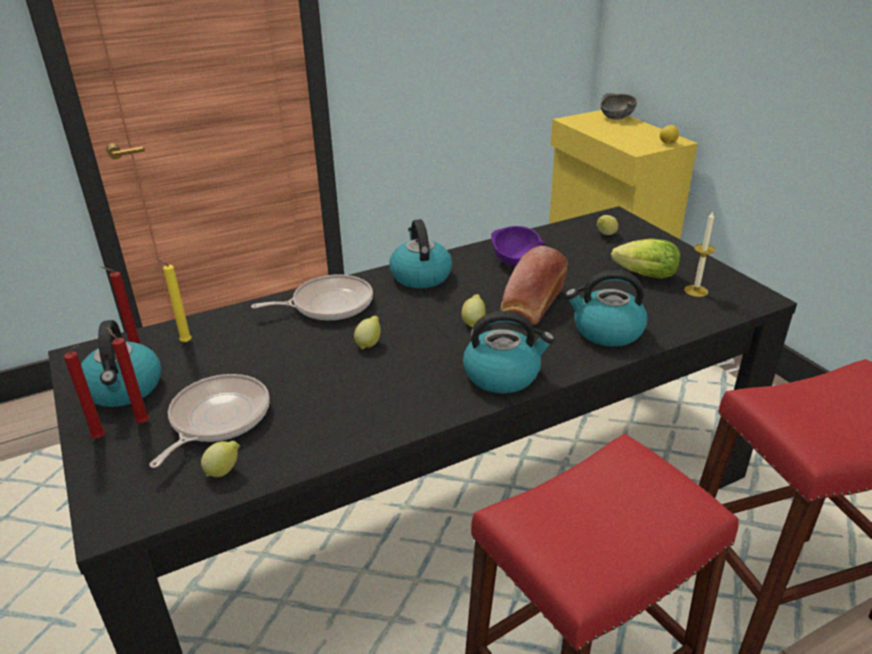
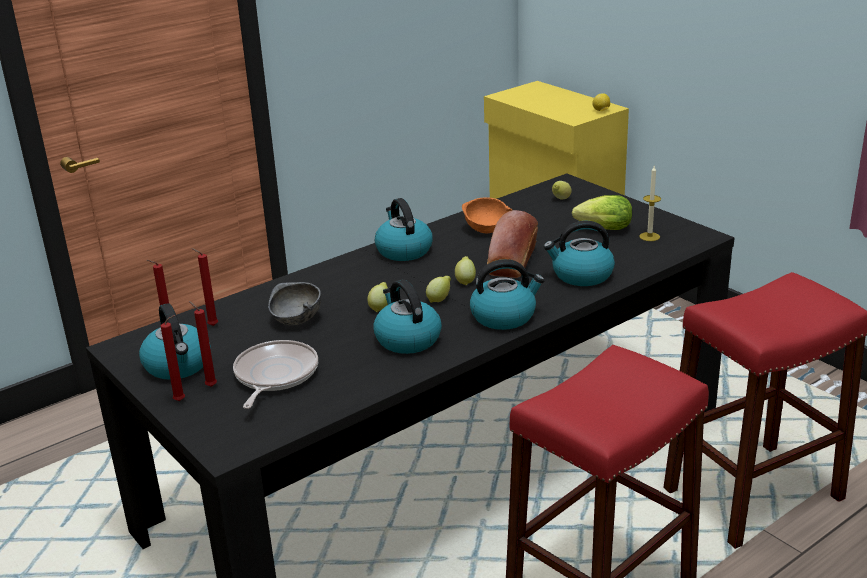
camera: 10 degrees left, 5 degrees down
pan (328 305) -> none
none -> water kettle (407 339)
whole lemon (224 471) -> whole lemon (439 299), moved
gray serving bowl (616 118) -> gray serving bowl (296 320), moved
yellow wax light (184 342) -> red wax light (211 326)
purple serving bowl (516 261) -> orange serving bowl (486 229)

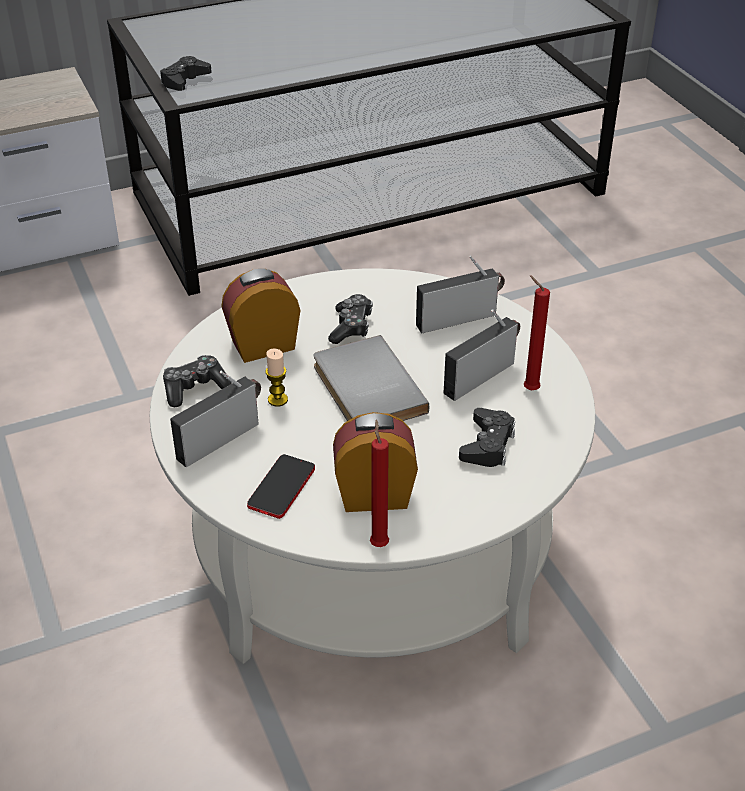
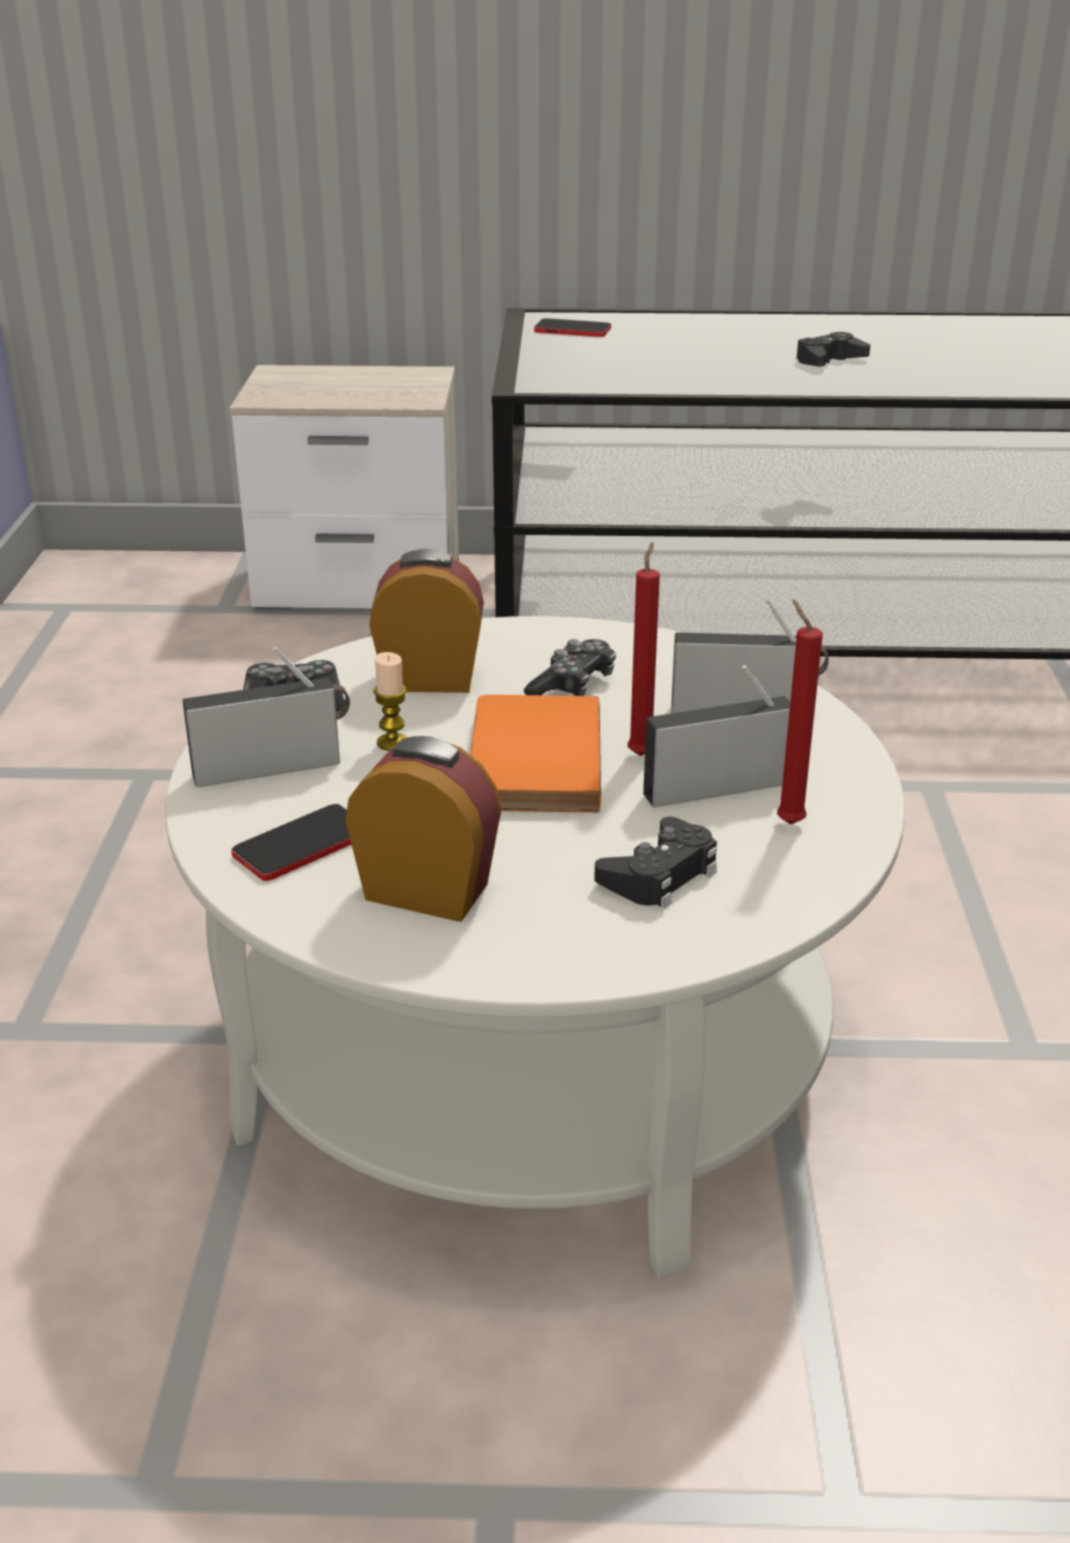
camera: 25 degrees right, 10 degrees down
none -> phone (572 330)
blackish joypad (184 80) -> blackish joypad (829 360), moved
red wax light (379 543) -> red wax light (641 753), moved
gray book (365 389) -> orange book (528 760)

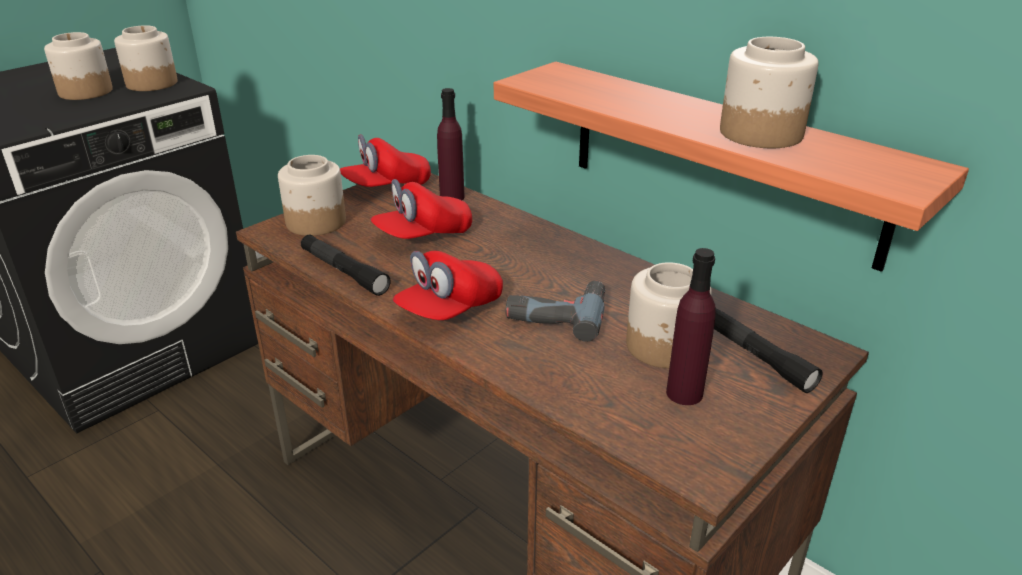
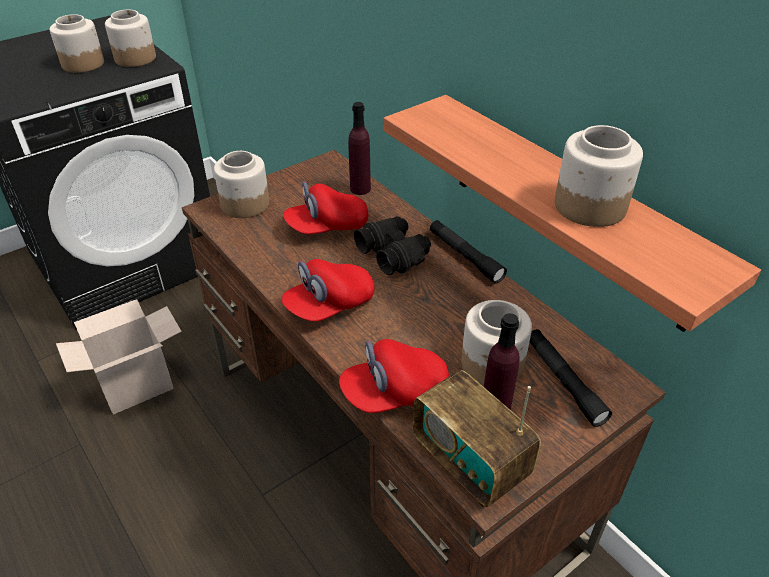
camera: 10 degrees right, 10 degrees up
power drill (557 313) -> none
none -> cardboard box (138 385)
none -> blackish binoculars (393 253)
none -> radio set (470 462)
blackish hand torch (344 272) -> blackish hand torch (465 256), moved
red baseball cap (387 186) -> red baseball cap (394 393), moved

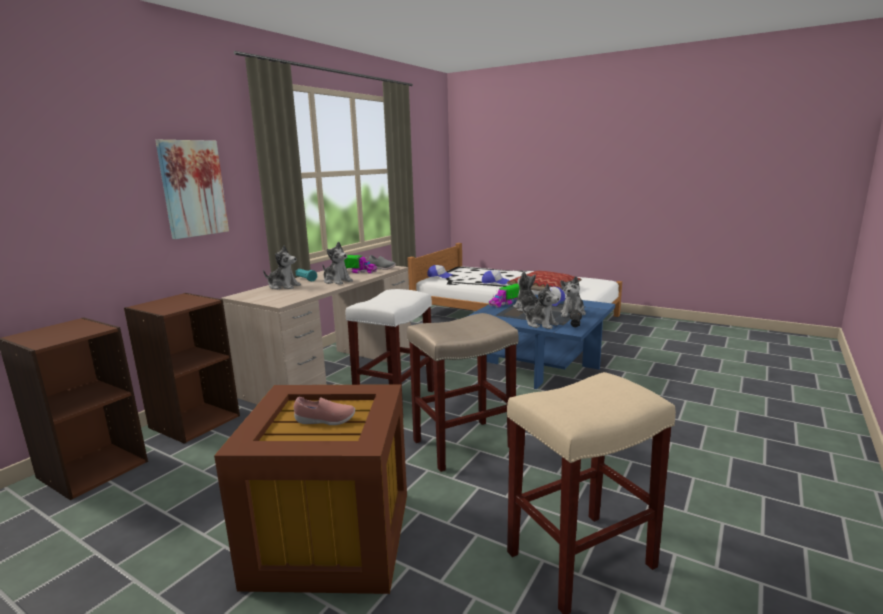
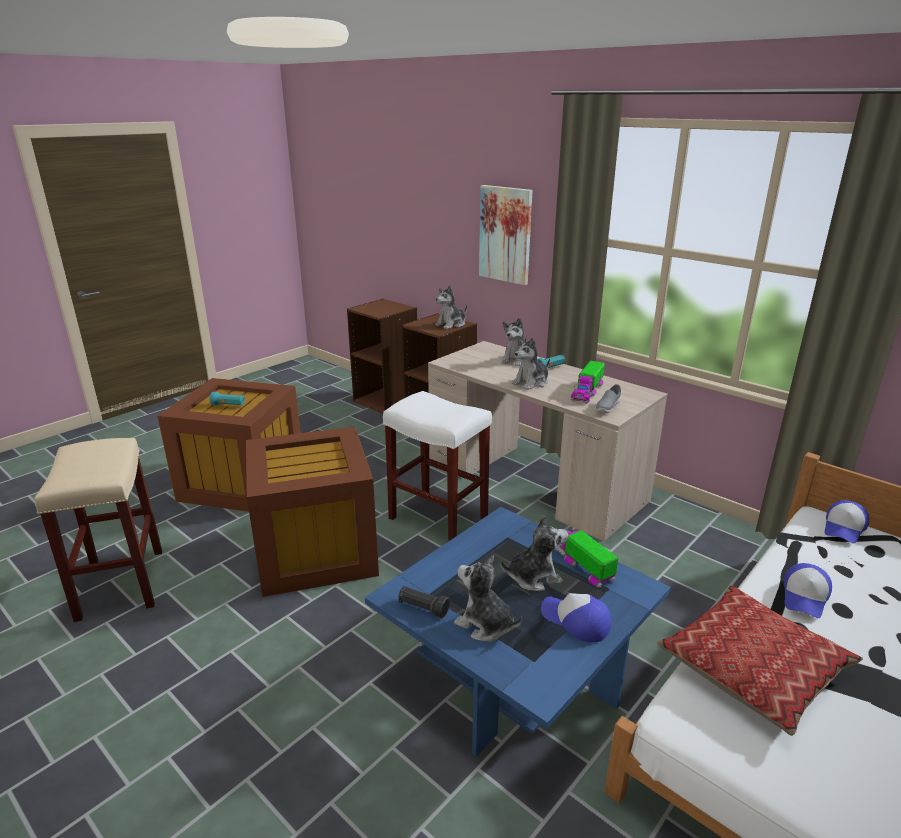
camera: 100 degrees right, 10 degrees up
cuddly toy (541 324) -> cuddly toy (451 324), moved
pink low shoe (325 421) -> turquoise-coloured hand torch (228 405)
sand-coloured stool (464 444) -> brown-coloured storage bin (318 552)

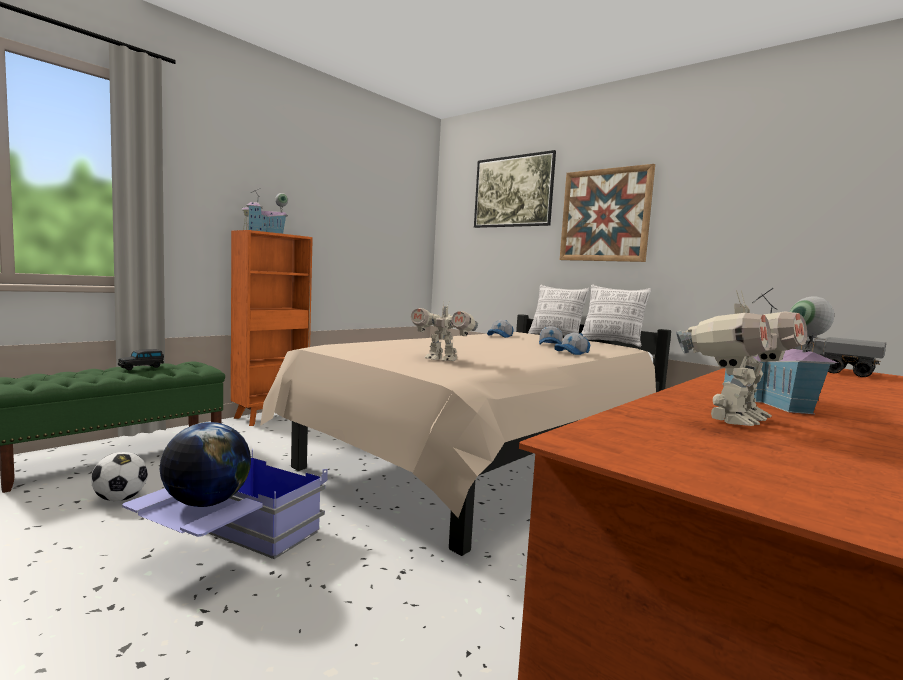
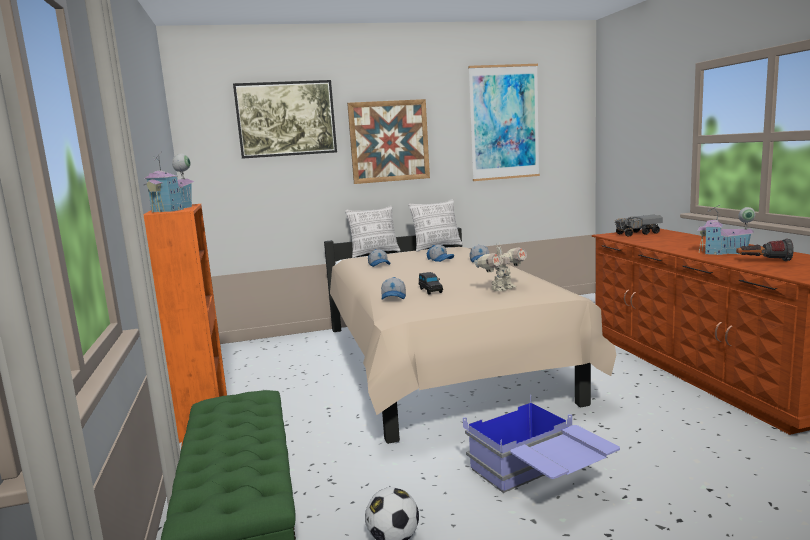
camera: 55 degrees left, 5 degrees up
world globe (206 503) -> none
none -> baseball cap (394 297)
none -> wall art (504 122)
blackish miniature car (142 367) -> blackish miniature car (430 290), moved
robot figure (734 419) -> hand torch (763 261)

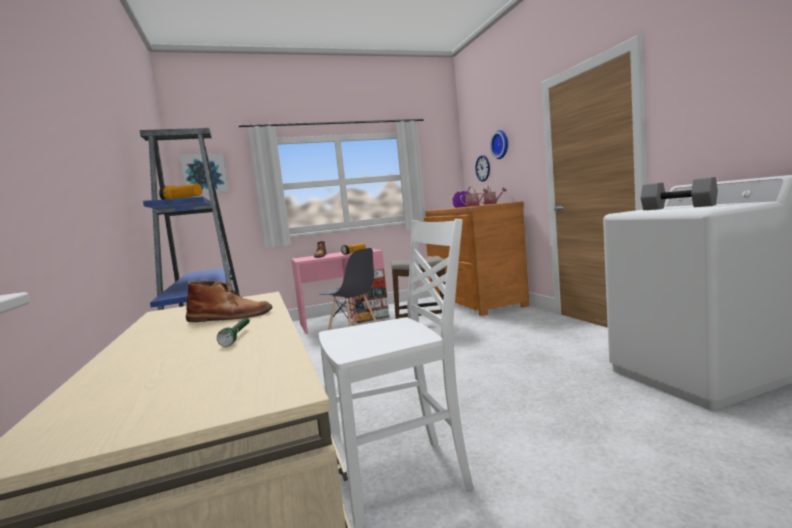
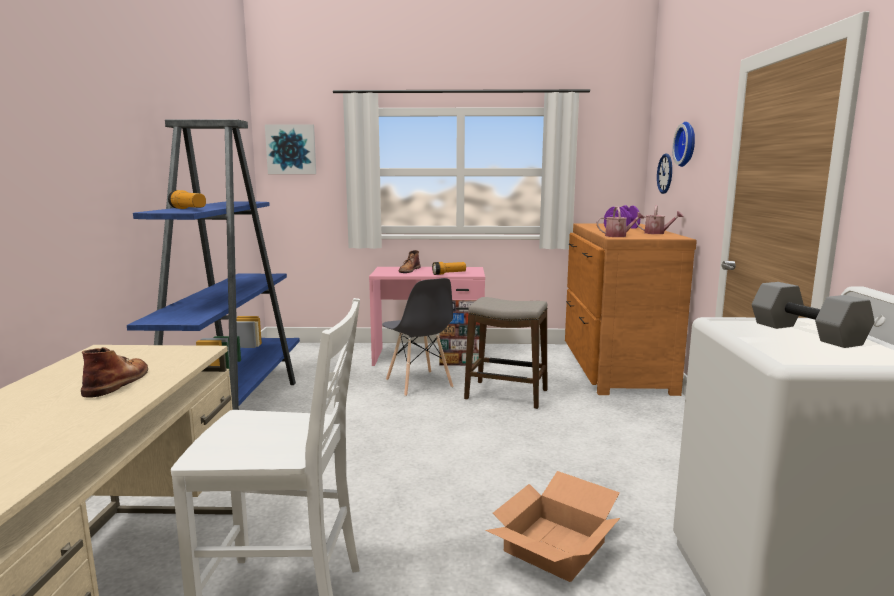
camera: 20 degrees right, 5 degrees up
green-coloured hand torch (238 336) -> none
none -> cardboard box (555 548)
brown-coloured boot (230 317) -> brown-coloured boot (118 382), 105 degrees counterclockwise

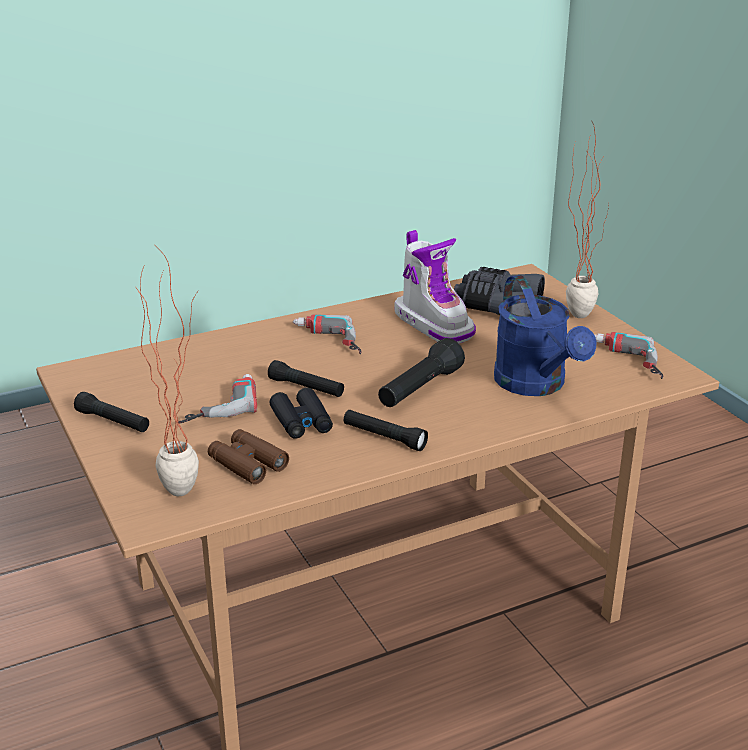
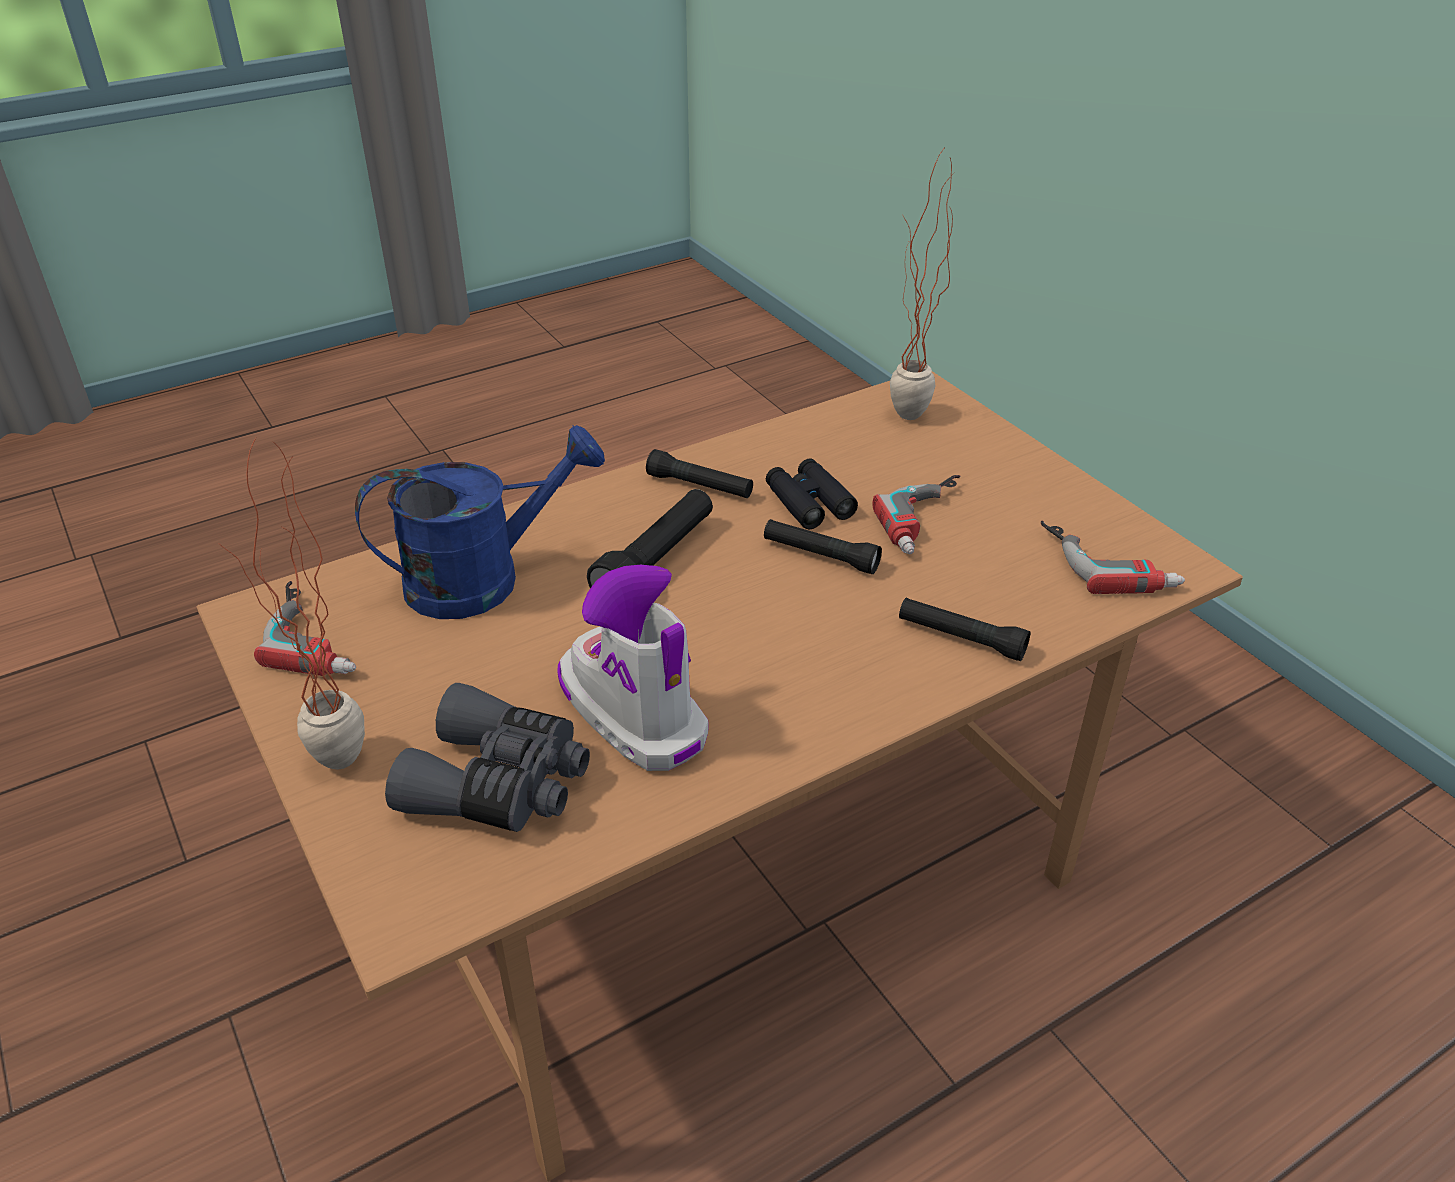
camera: 175 degrees right, 10 degrees up
brown-coloured binoculars (247 464) -> none
blackish hand torch (113 422) -> blackish hand torch (961 638), moved
power drill (326 342) -> power drill (1109 562), moved
blue sprinkling can (536 385) -> blue sprinkling can (483 578), 90 degrees clockwise

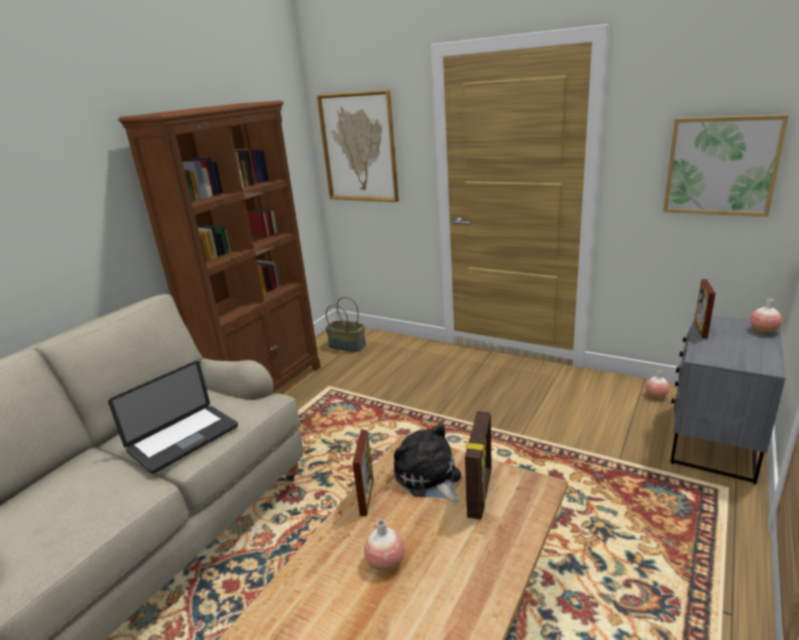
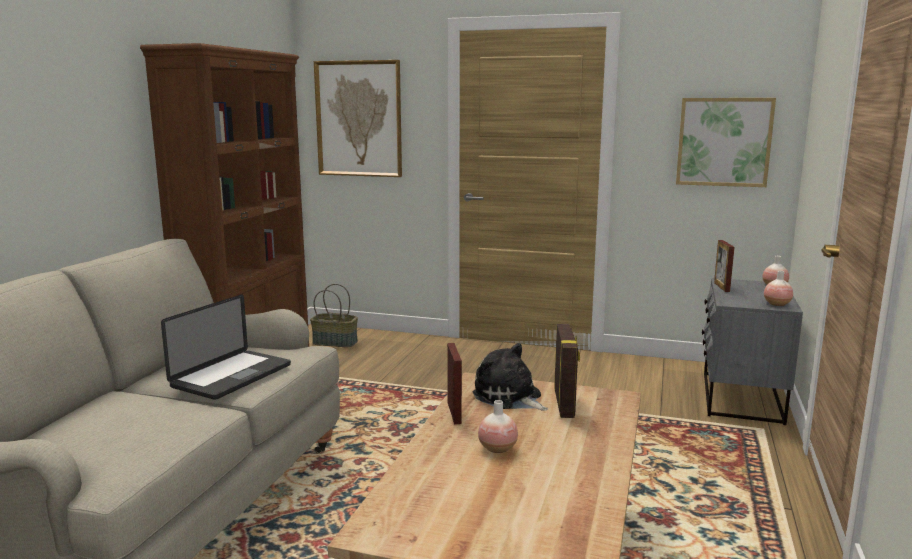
camera: 15 degrees left, 10 degrees down
flower vase (656 395) -> flower vase (777 304), moved

